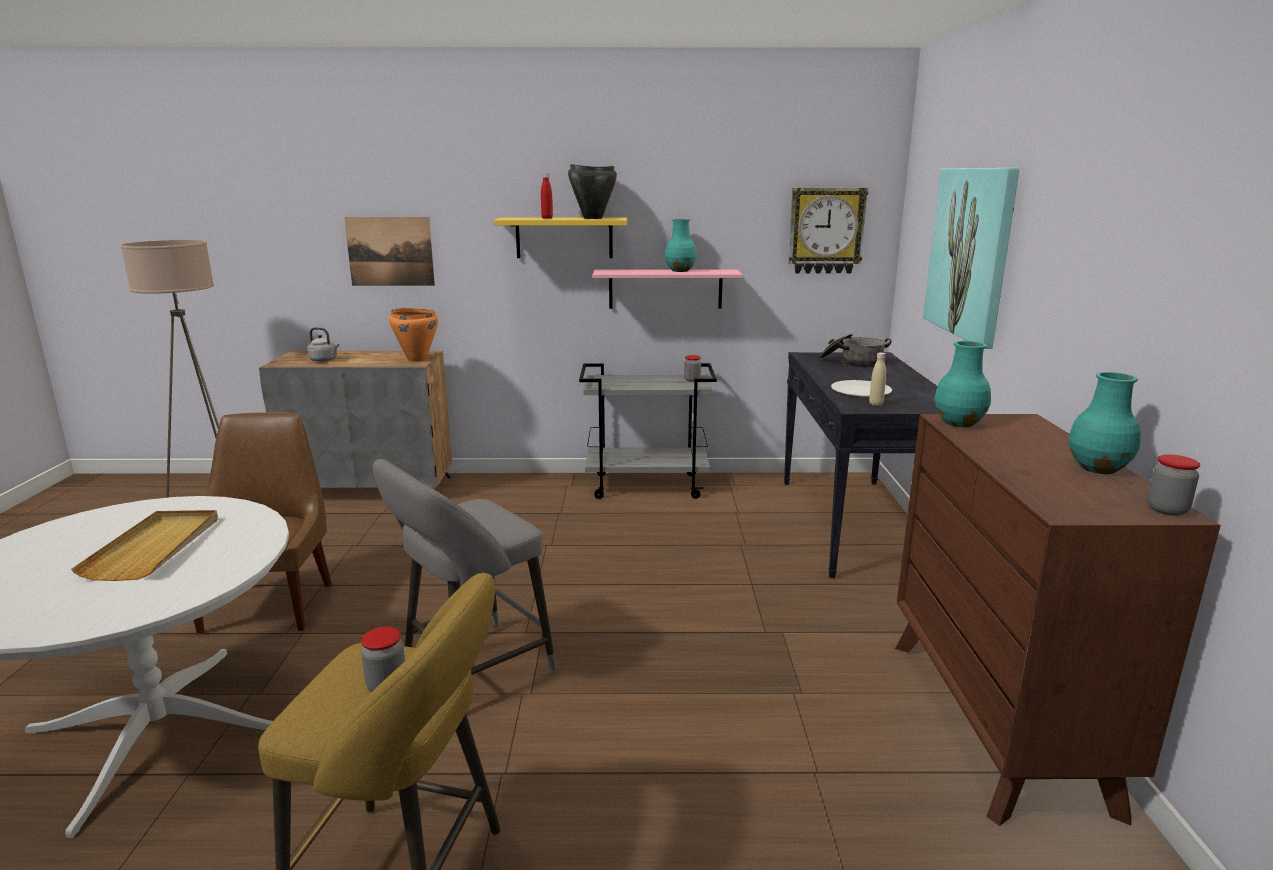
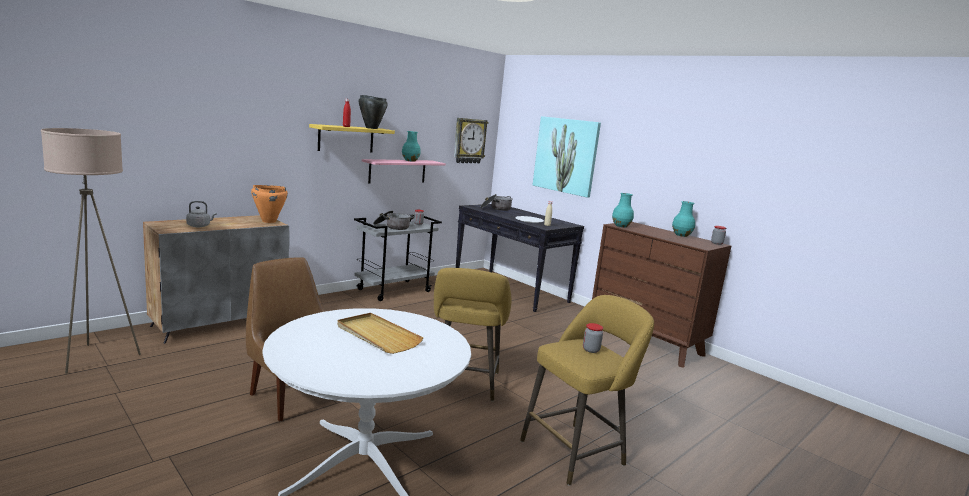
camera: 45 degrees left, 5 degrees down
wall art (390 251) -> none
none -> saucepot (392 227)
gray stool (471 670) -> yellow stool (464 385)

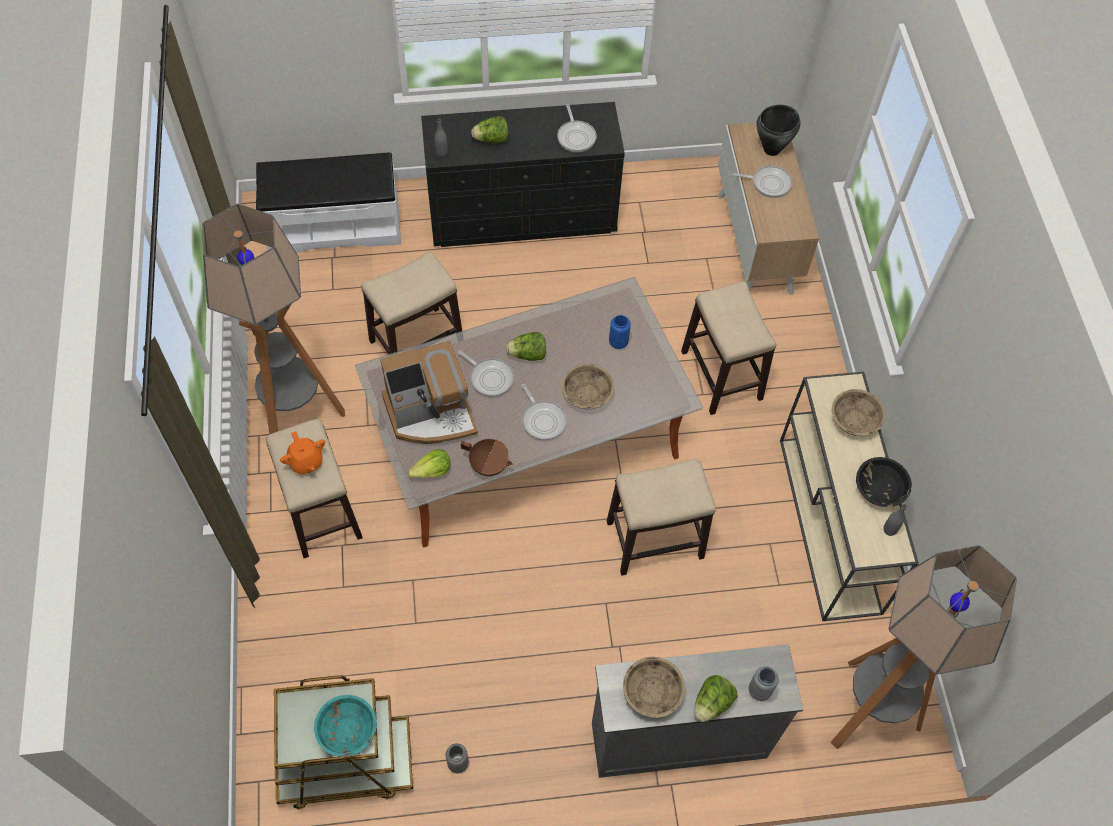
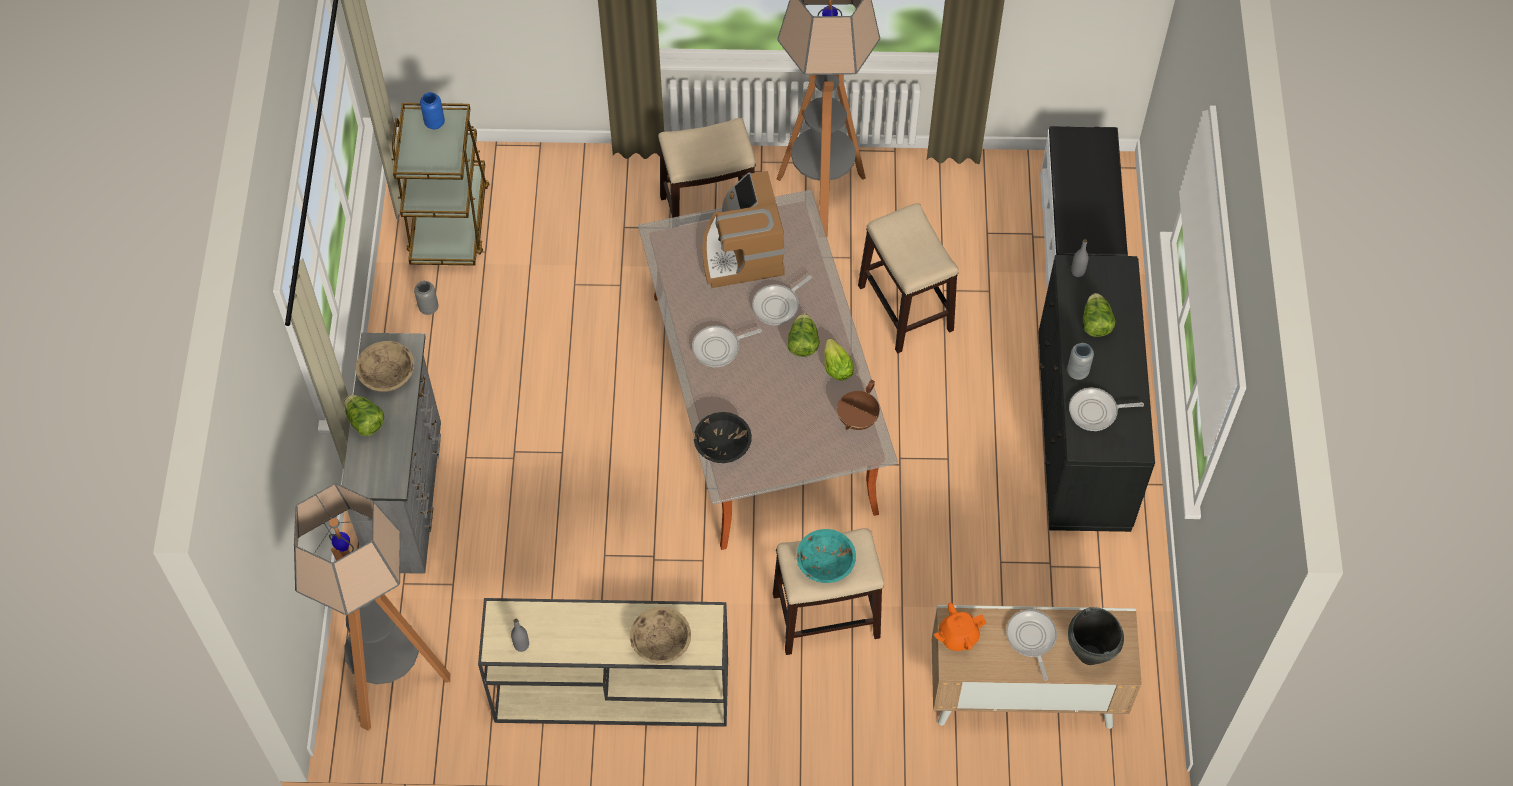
camera: 100 degrees right, 0 degrees up
sand-coloured serving bowl (587 394) -> none
stool (654 540) -> none
orange pot for tea (306 462) -> orange pot for tea (957 636), moved
turquoise-coloured serving bowl (347 731) -> turquoise-coloured serving bowl (825 563), moved
lettuce (432 471) -> lettuce (836 367), moved
brown-coloured saucepot (489 464) -> brown-coloured saucepot (858 419), moved
blue flower vase (618 342) -> blue flower vase (434 123), moved
gray flower vase (759 691) -> gray flower vase (1077 372), moved
blackish serving bowl (879 489) -> blackish serving bowl (722 446), moved
pan (768 183) -> pan (1031 639), 150 degrees clockwise

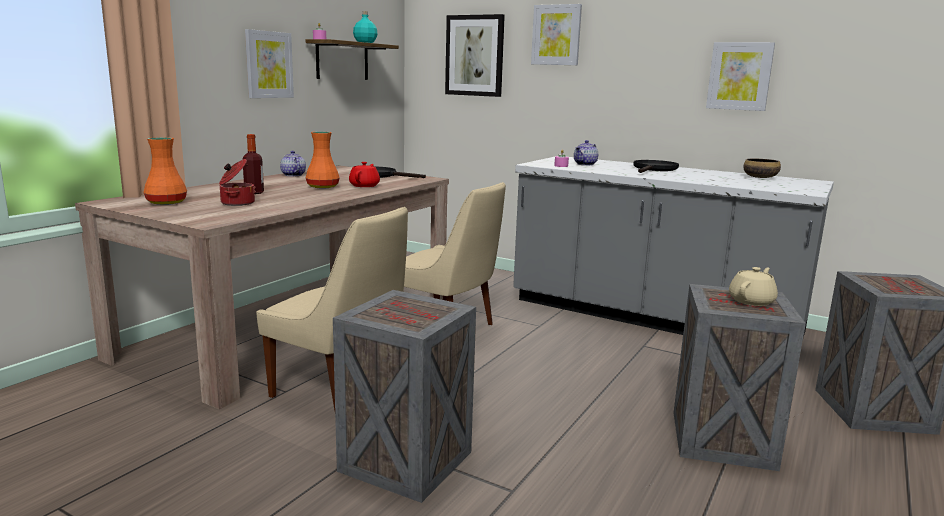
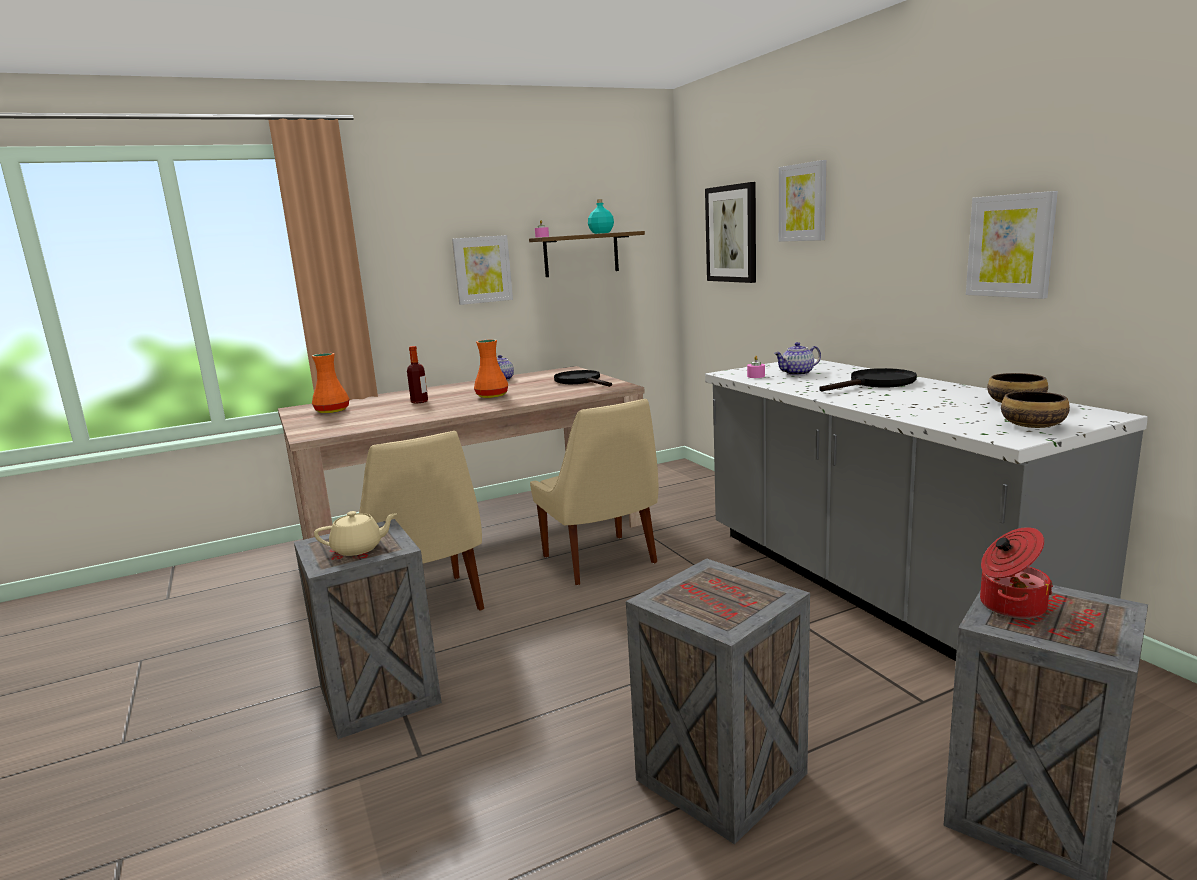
camera: 35 degrees right, 0 degrees up
red pot for tea (365 185) -> none
none -> serving bowl (1032 426)
saucepot (236 203) -> saucepot (1010 605), moved
sand-coloured pot for tea (752 301) -> sand-coloured pot for tea (358 549), moved

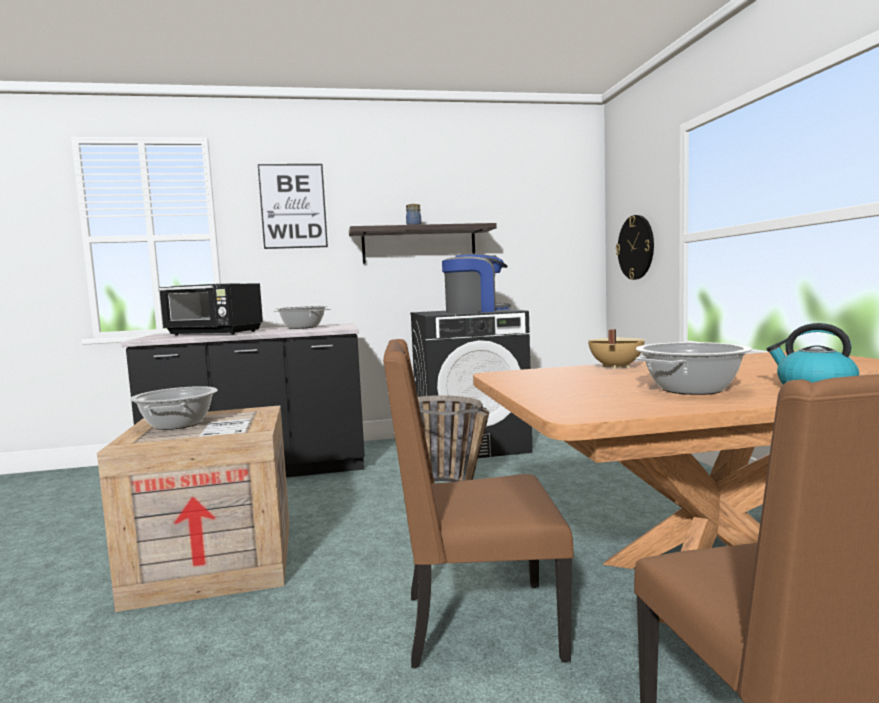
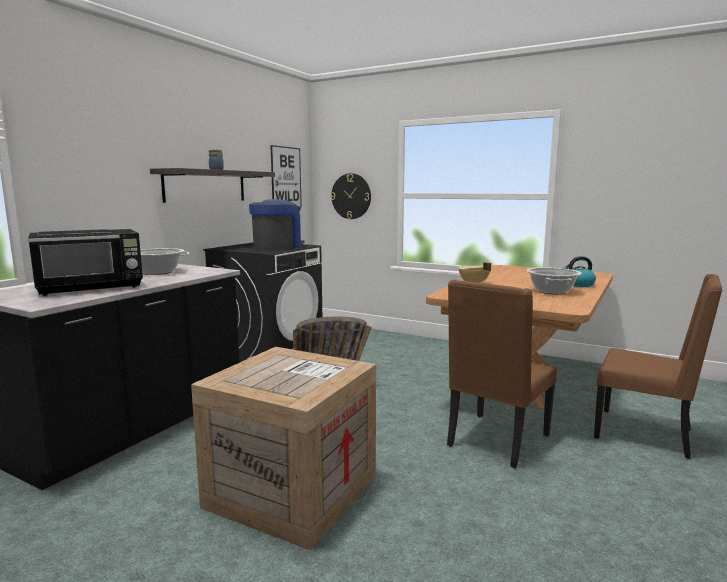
camera: 50 degrees left, 5 degrees up
saucepot (178 424) -> none
wall art (293 206) -> wall art (286 177), moved

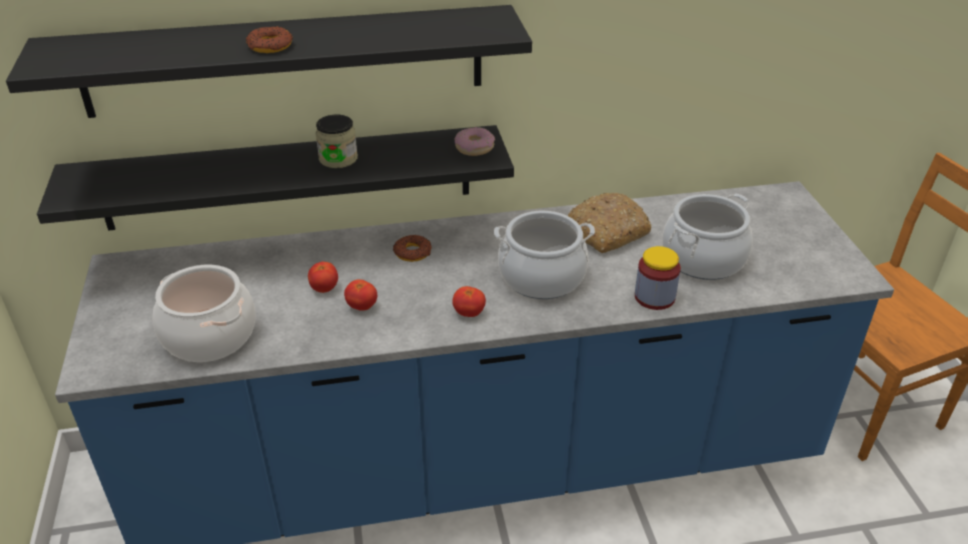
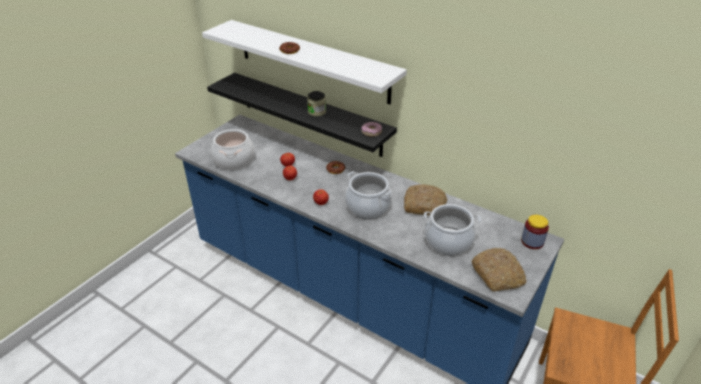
camera: 45 degrees right, 0 degrees up
none -> bakery bread (498 275)
storage jar (654 297) -> storage jar (532 241), moved
blackish bracket shelf (285 61) -> white bracket shelf (312 61)

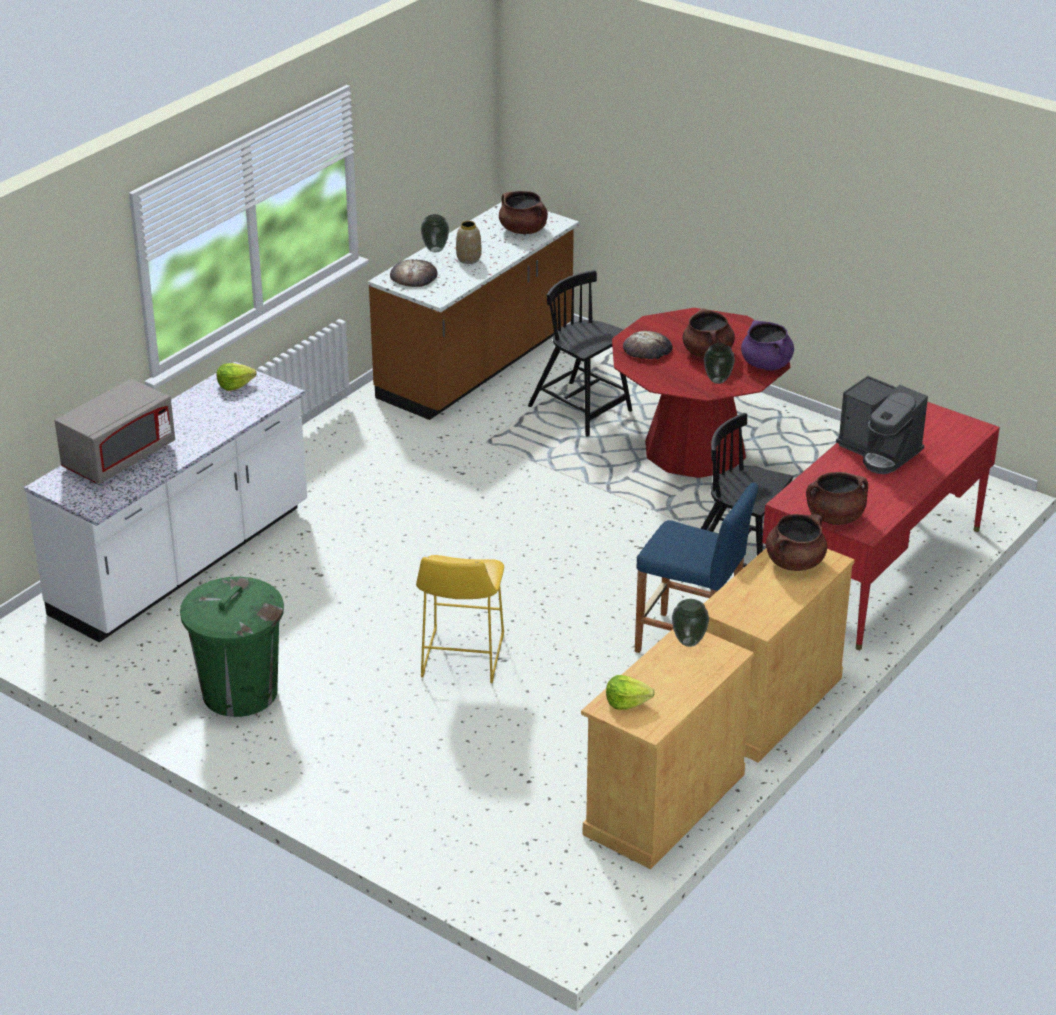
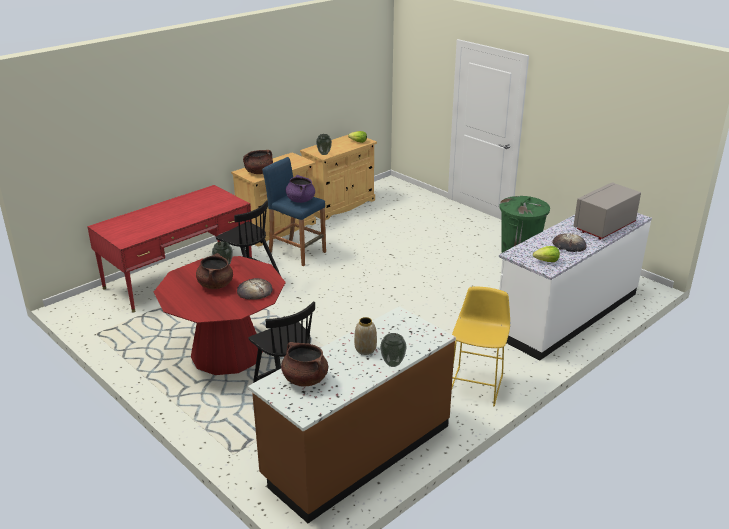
camera: 170 degrees left, 5 degrees down
brown-coloured saucepot (835 517) -> none
coffee brewer (879 451) -> none
bakery bread (413 276) -> bakery bread (568 245), moved
yellow stool (461 659) -> yellow stool (477 384), moved
purple saucepot (766 364) -> purple saucepot (300 200), moved

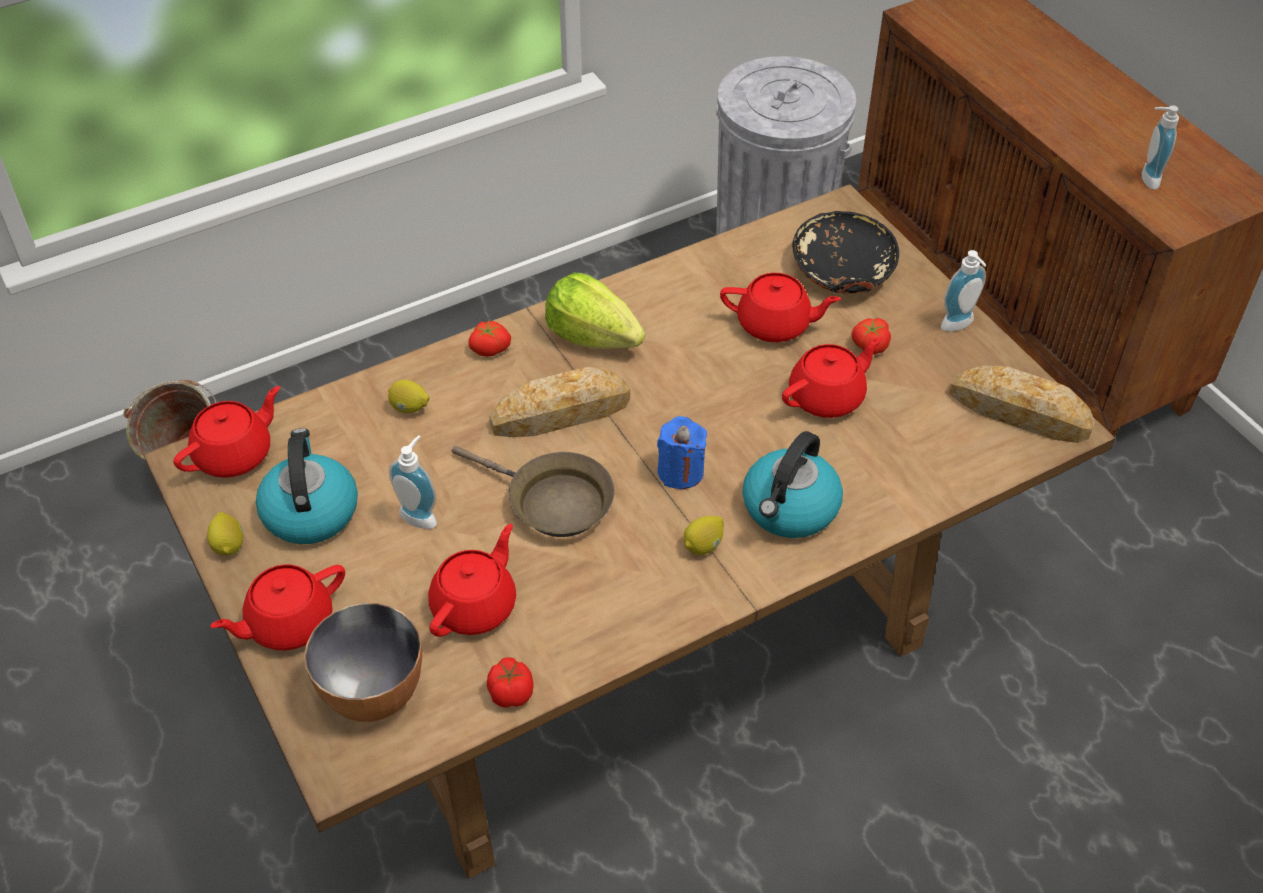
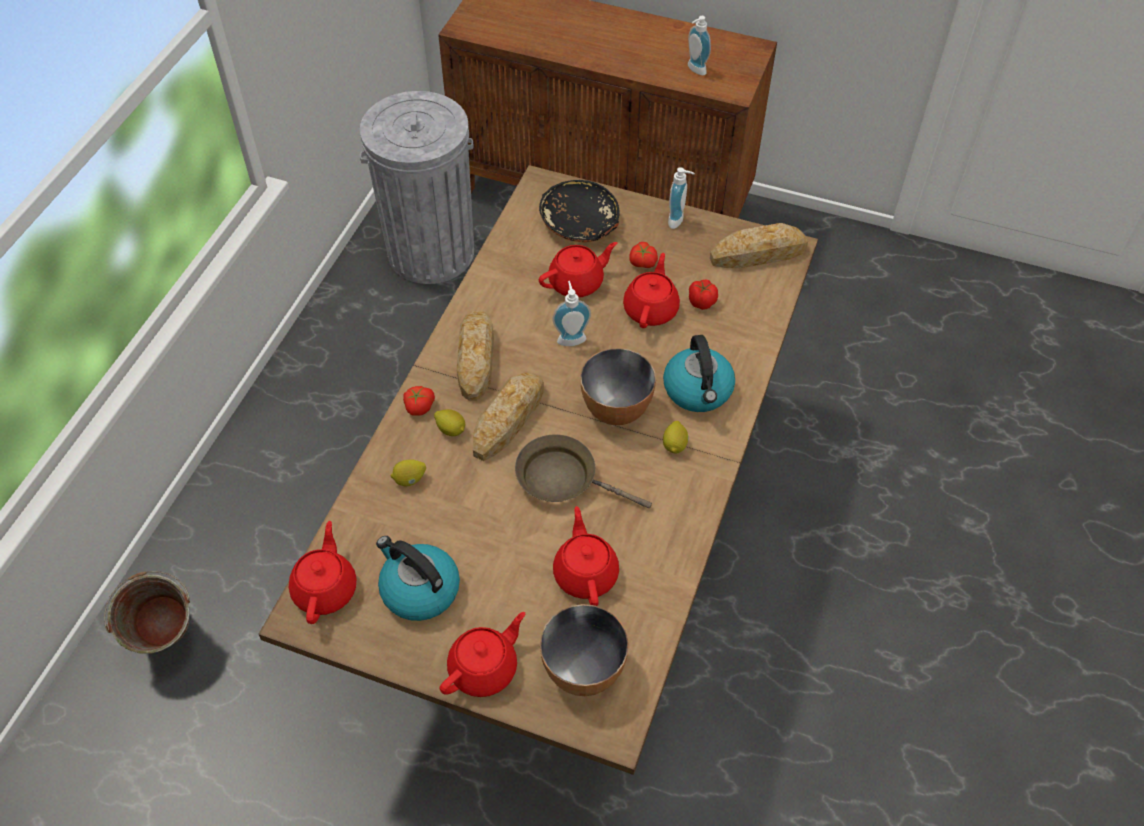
camera: 40 degrees left, 5 degrees up
whole lemon (229 545) -> whole lemon (451 429), moved
soap bottle (421 515) -> soap bottle (571 337), moved
tomato (511 692) -> tomato (701 302), moved
lettuce (592 336) -> bakery bread (476 358)
blue wax light (680 472) -> serving bowl (617 409)
red pot for tea (288 623) -> red pot for tea (484 668), 150 degrees counterclockwise
brown-coloured pan (552 502) -> brown-coloured pan (563 479), 150 degrees counterclockwise

